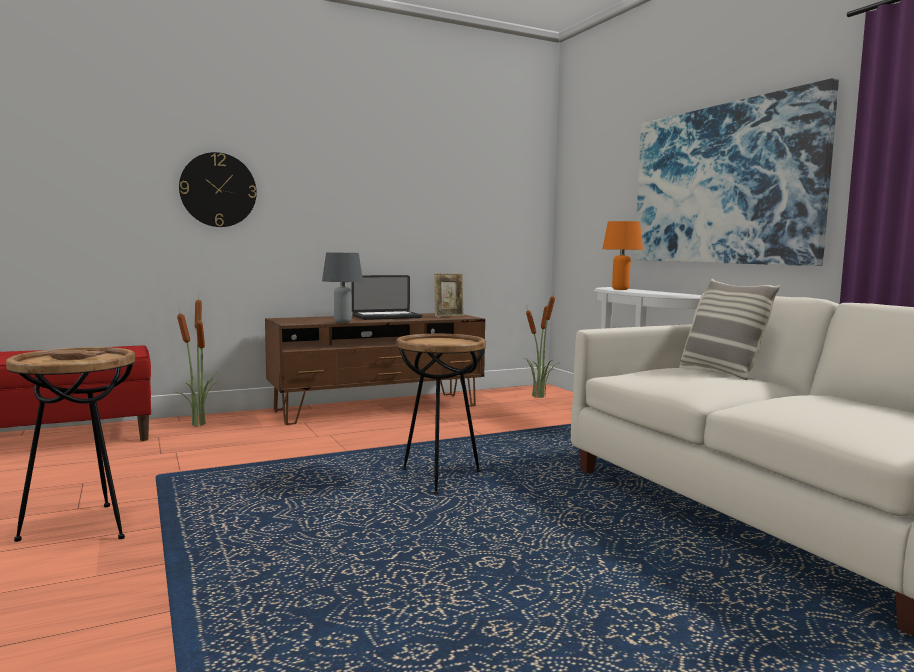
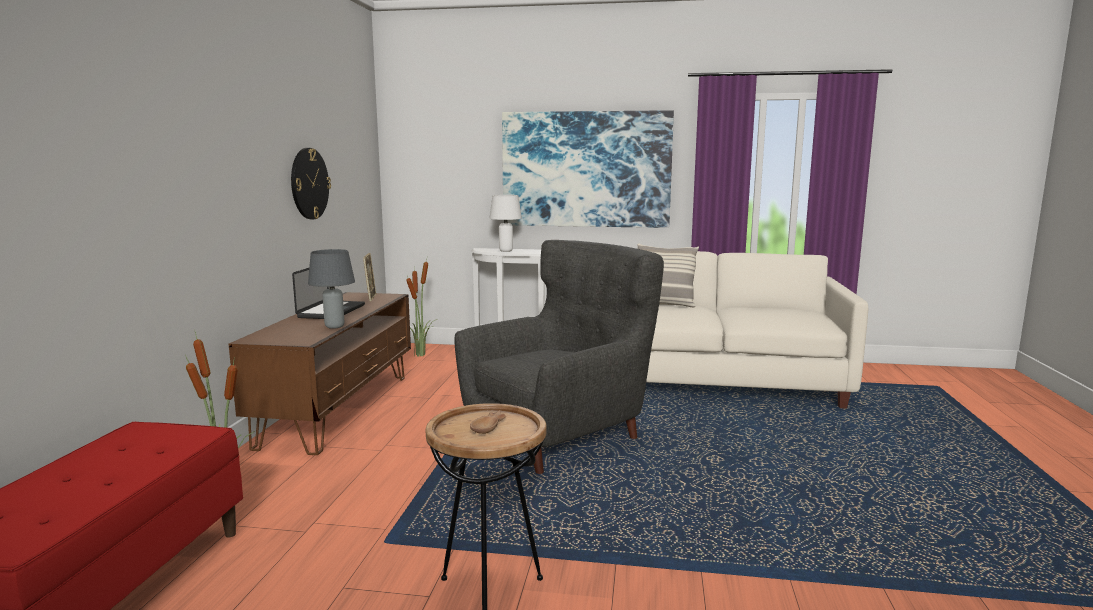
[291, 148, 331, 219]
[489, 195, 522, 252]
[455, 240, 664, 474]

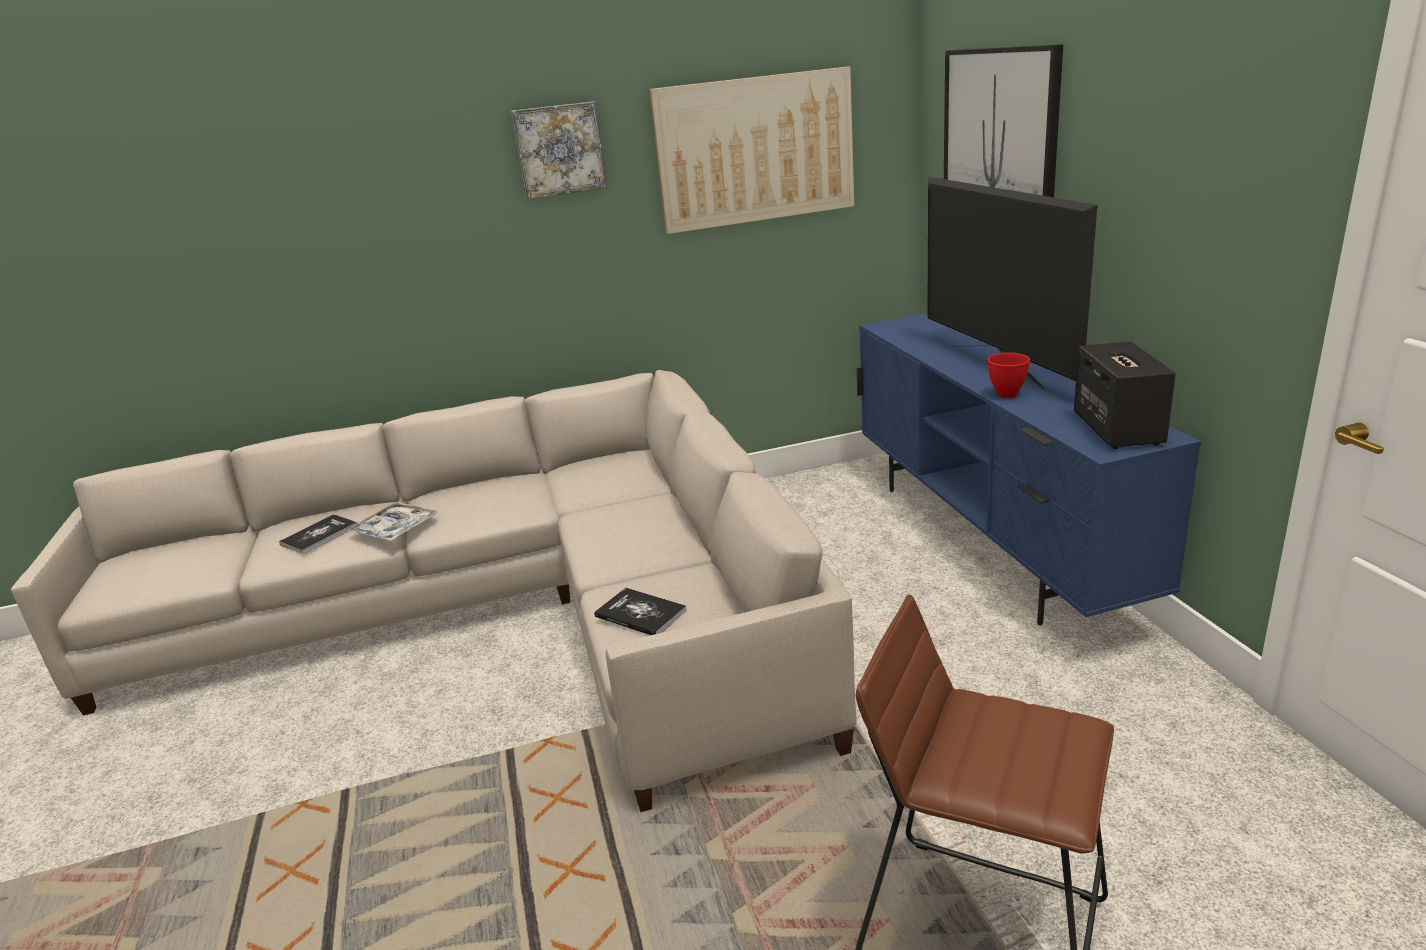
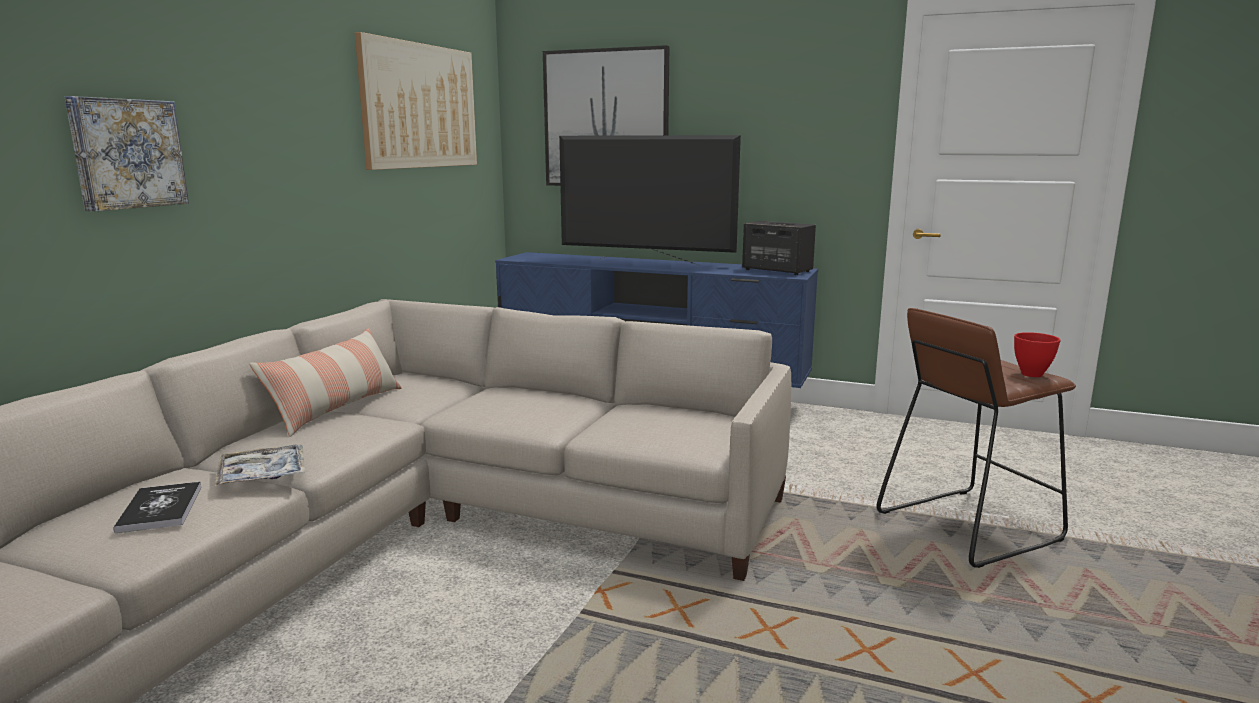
[65, 96, 189, 211]
[1014, 332, 1061, 377]
[594, 588, 687, 635] (first image)
[249, 328, 402, 437]

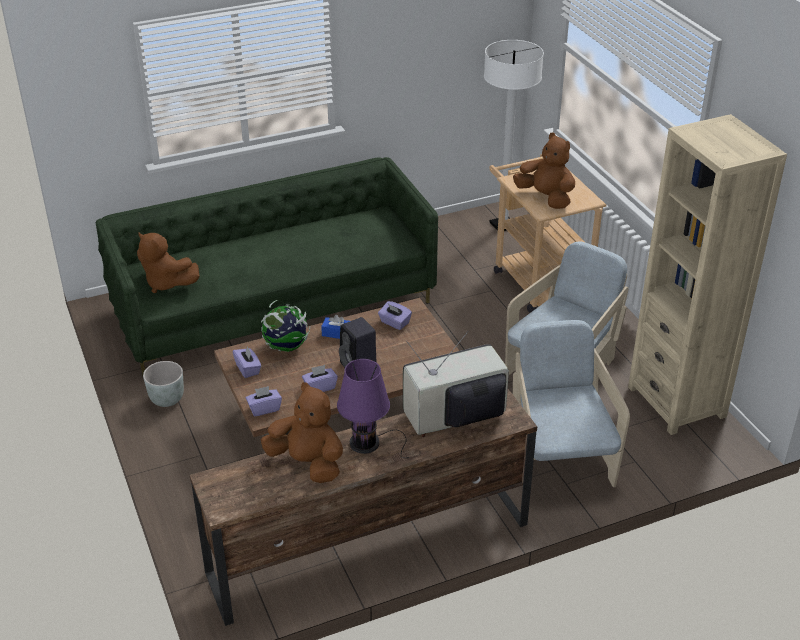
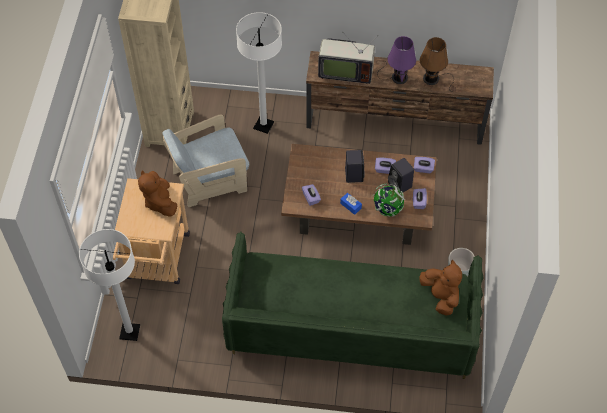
[236, 12, 282, 134]
[420, 37, 454, 90]
[388, 158, 414, 192]

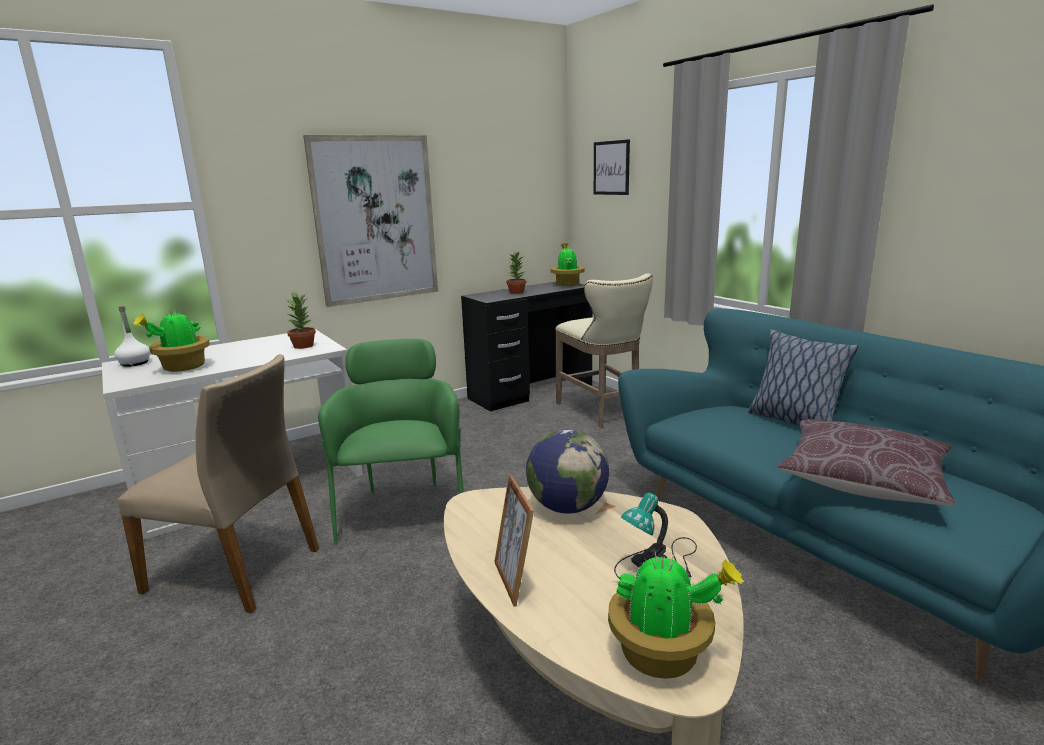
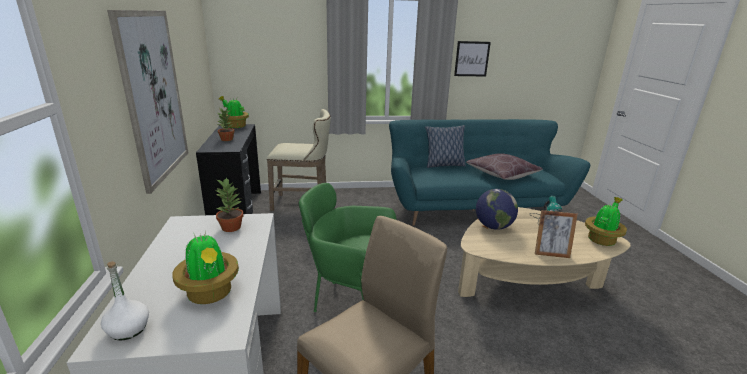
[454, 41, 491, 76]

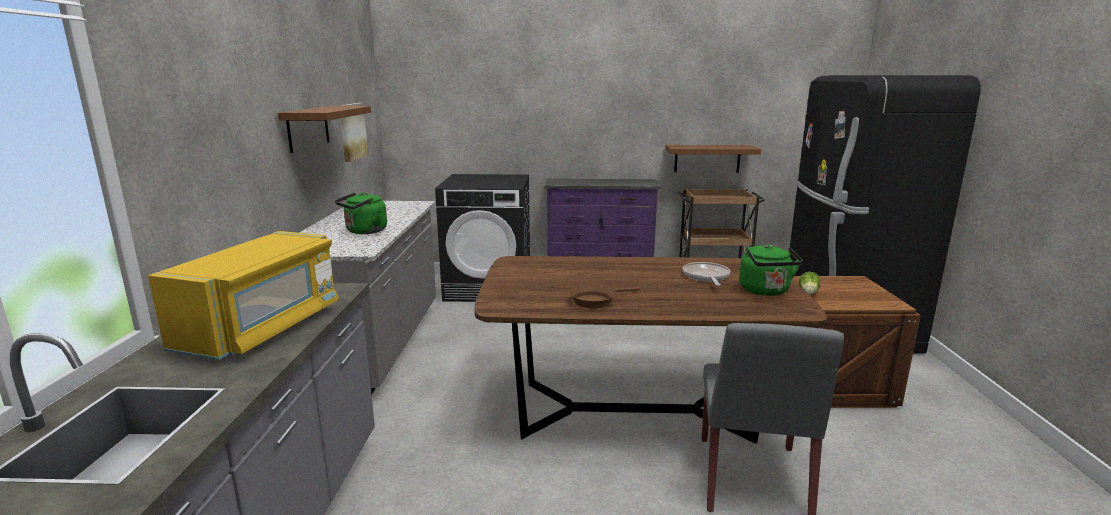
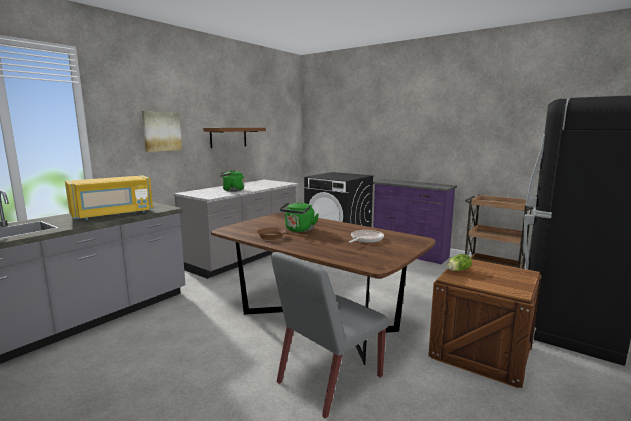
[142, 111, 182, 152]
[665, 145, 761, 173] (first image)
[280, 201, 319, 232]

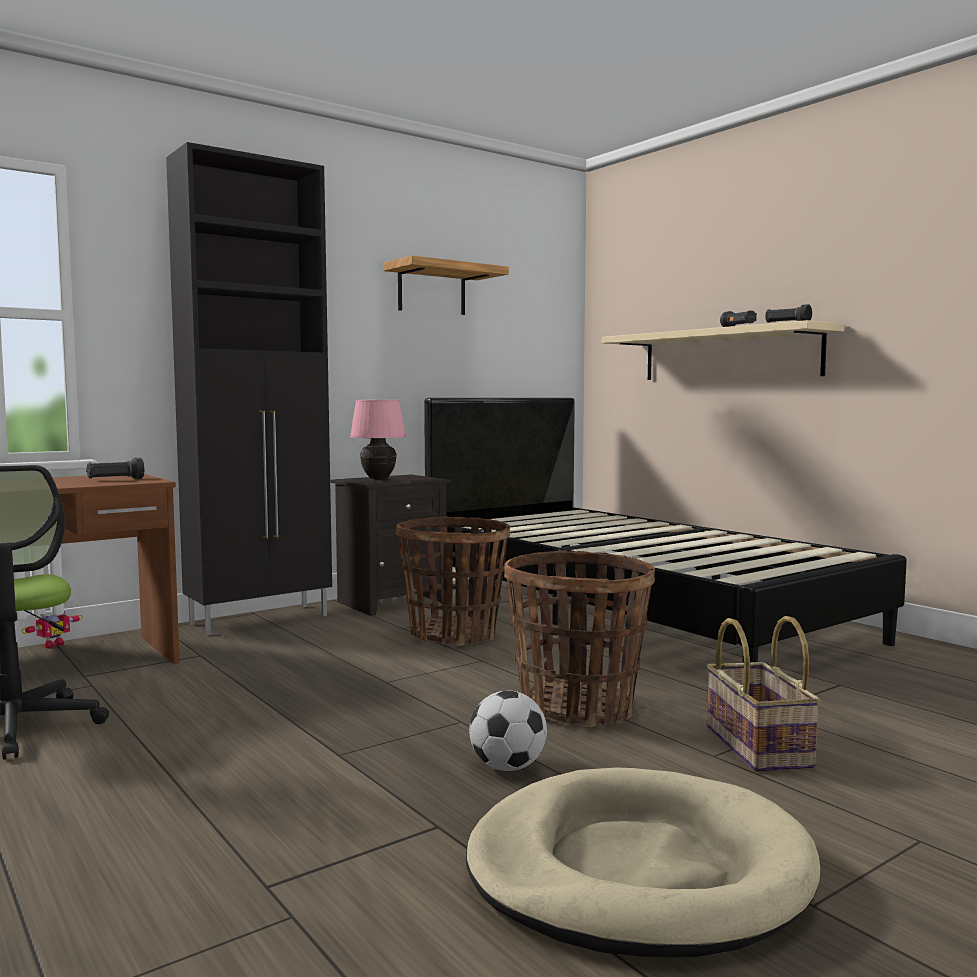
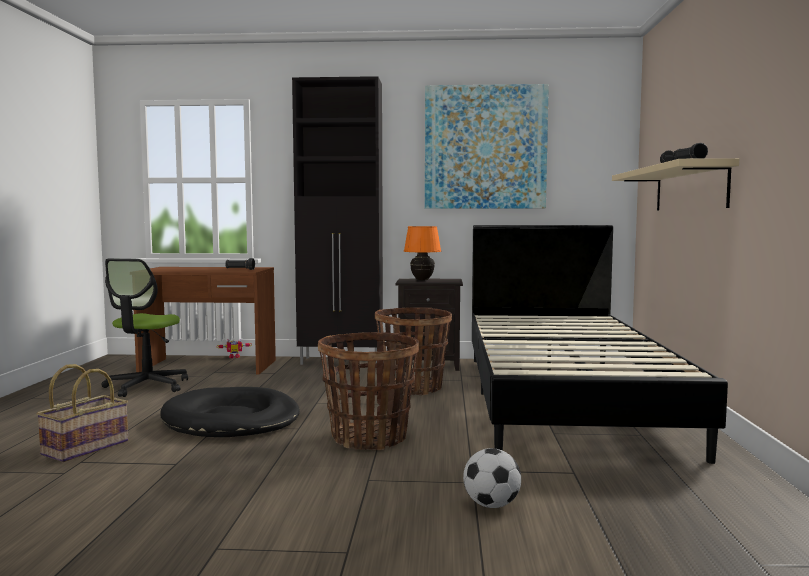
[425, 84, 549, 209]
[404, 226, 441, 280]
[36, 364, 128, 462]
[463, 448, 521, 508]
[466, 767, 820, 958] (first image)
[160, 387, 300, 437]

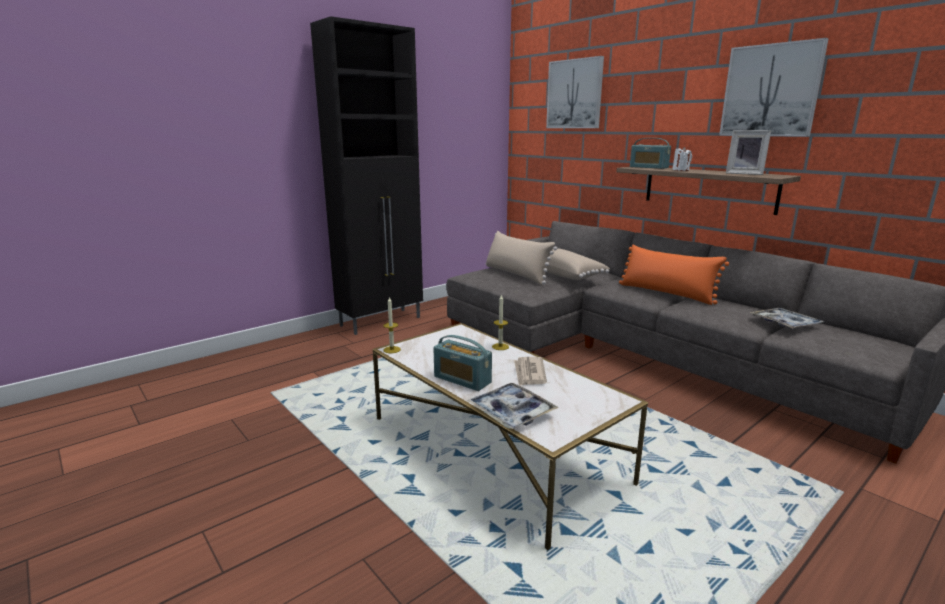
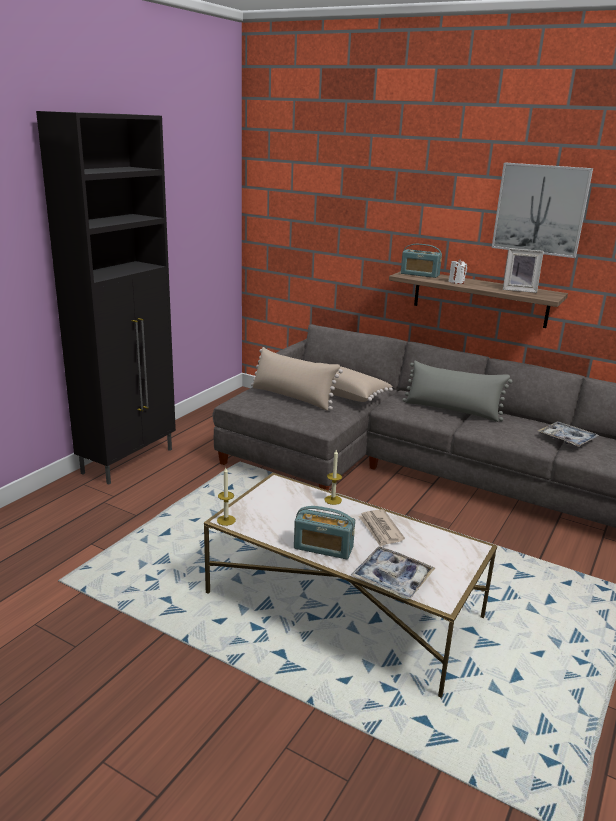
[546, 56, 604, 128] (first image)
[402, 361, 512, 422]

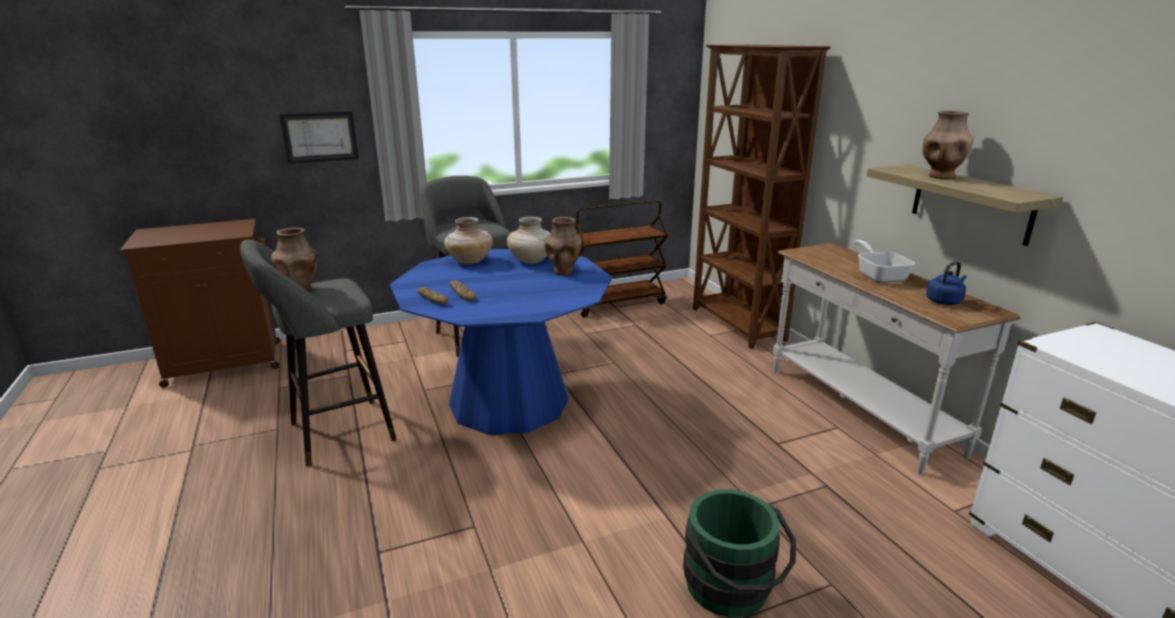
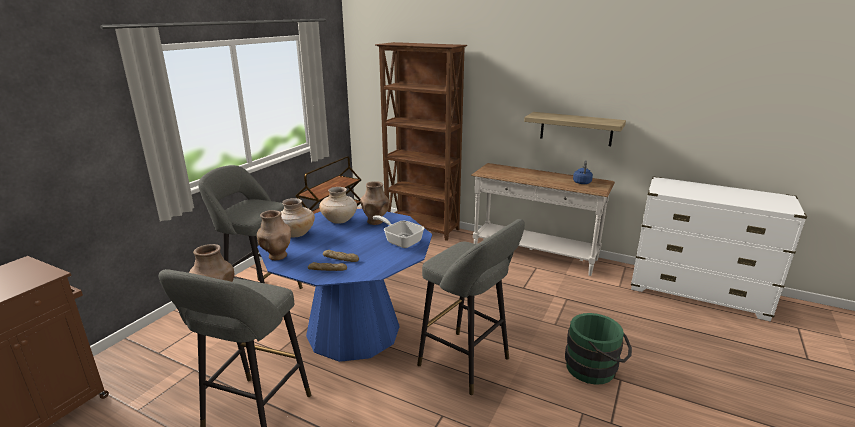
[257, 210, 291, 260]
[279, 111, 359, 164] (first image)
[373, 215, 424, 248]
[417, 219, 525, 395]

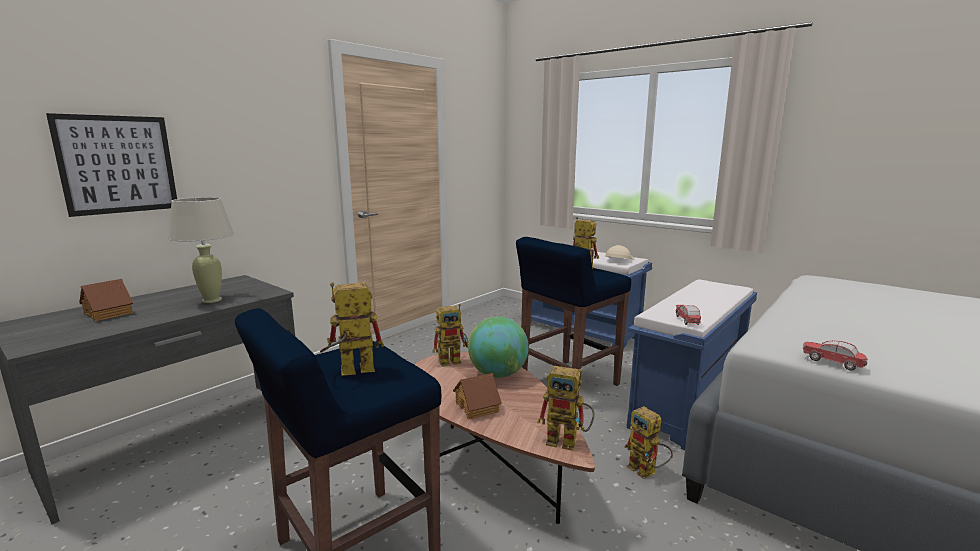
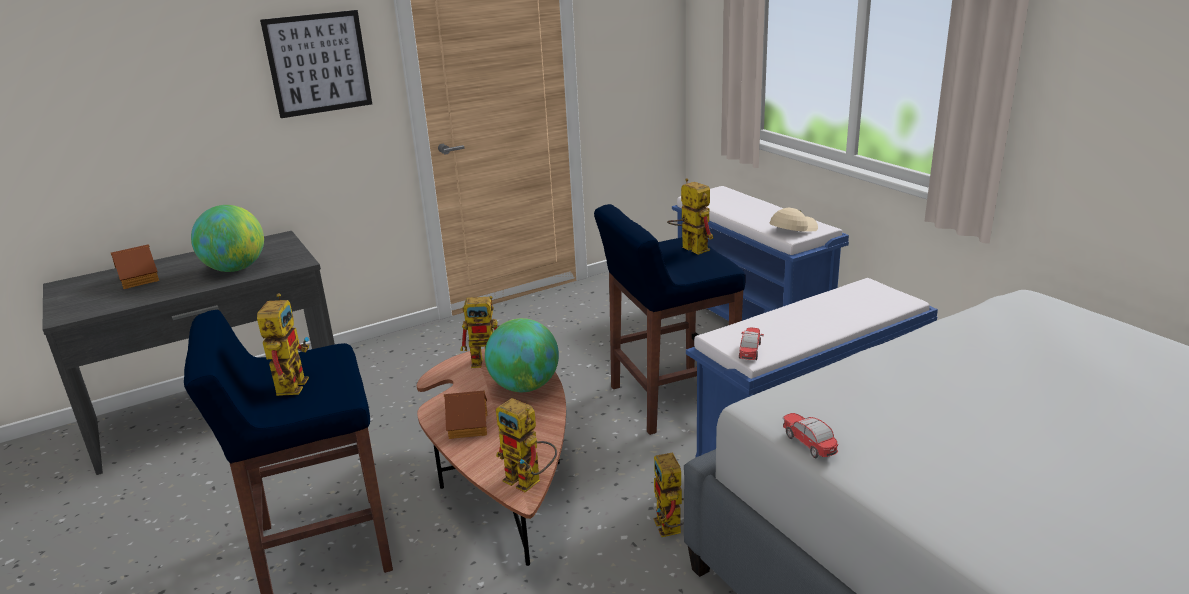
[260, 10, 372, 118]
[191, 205, 264, 272]
[257, 293, 309, 396]

